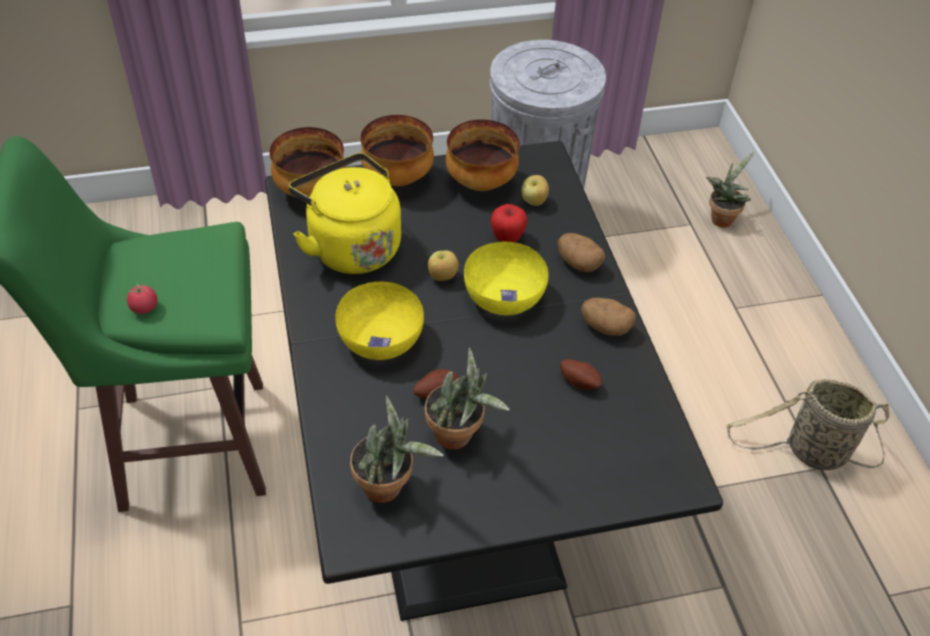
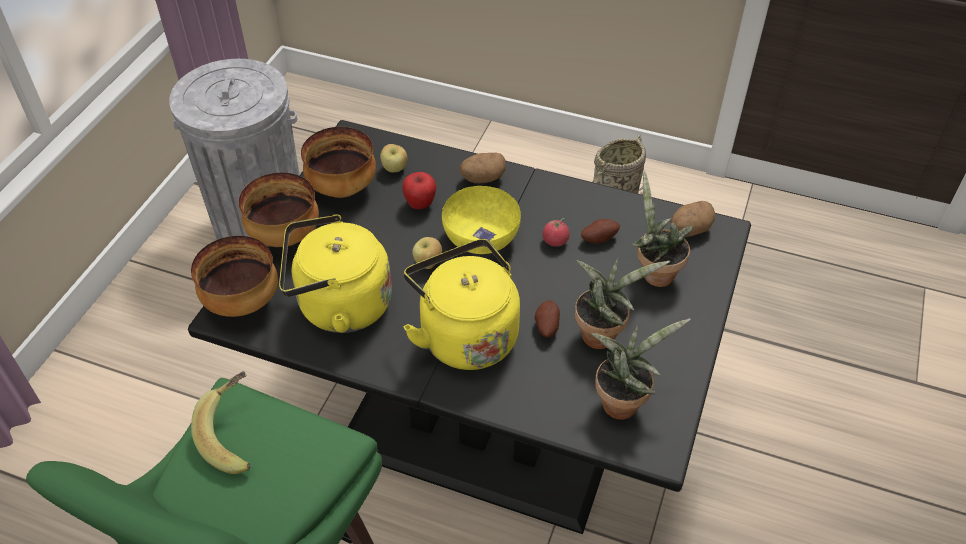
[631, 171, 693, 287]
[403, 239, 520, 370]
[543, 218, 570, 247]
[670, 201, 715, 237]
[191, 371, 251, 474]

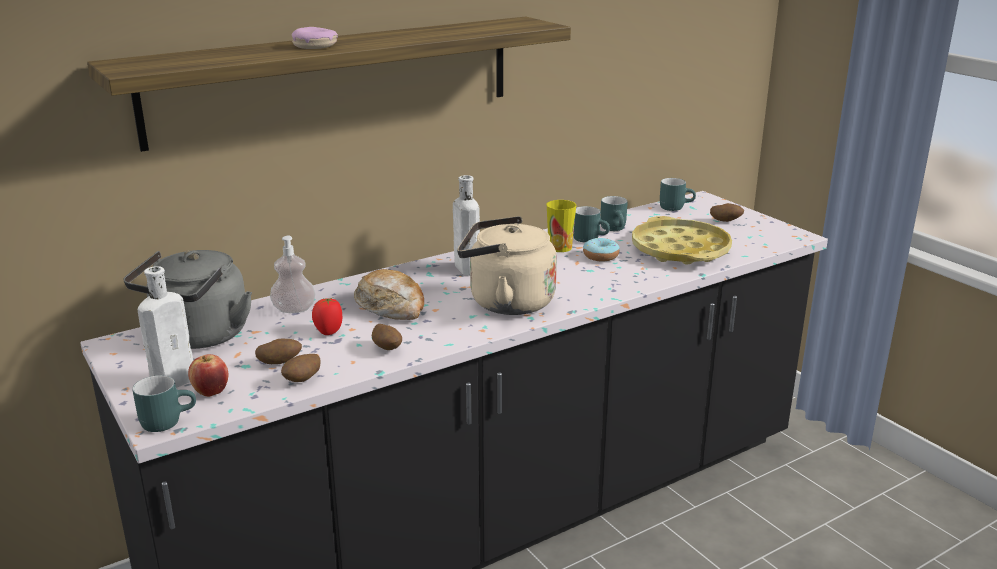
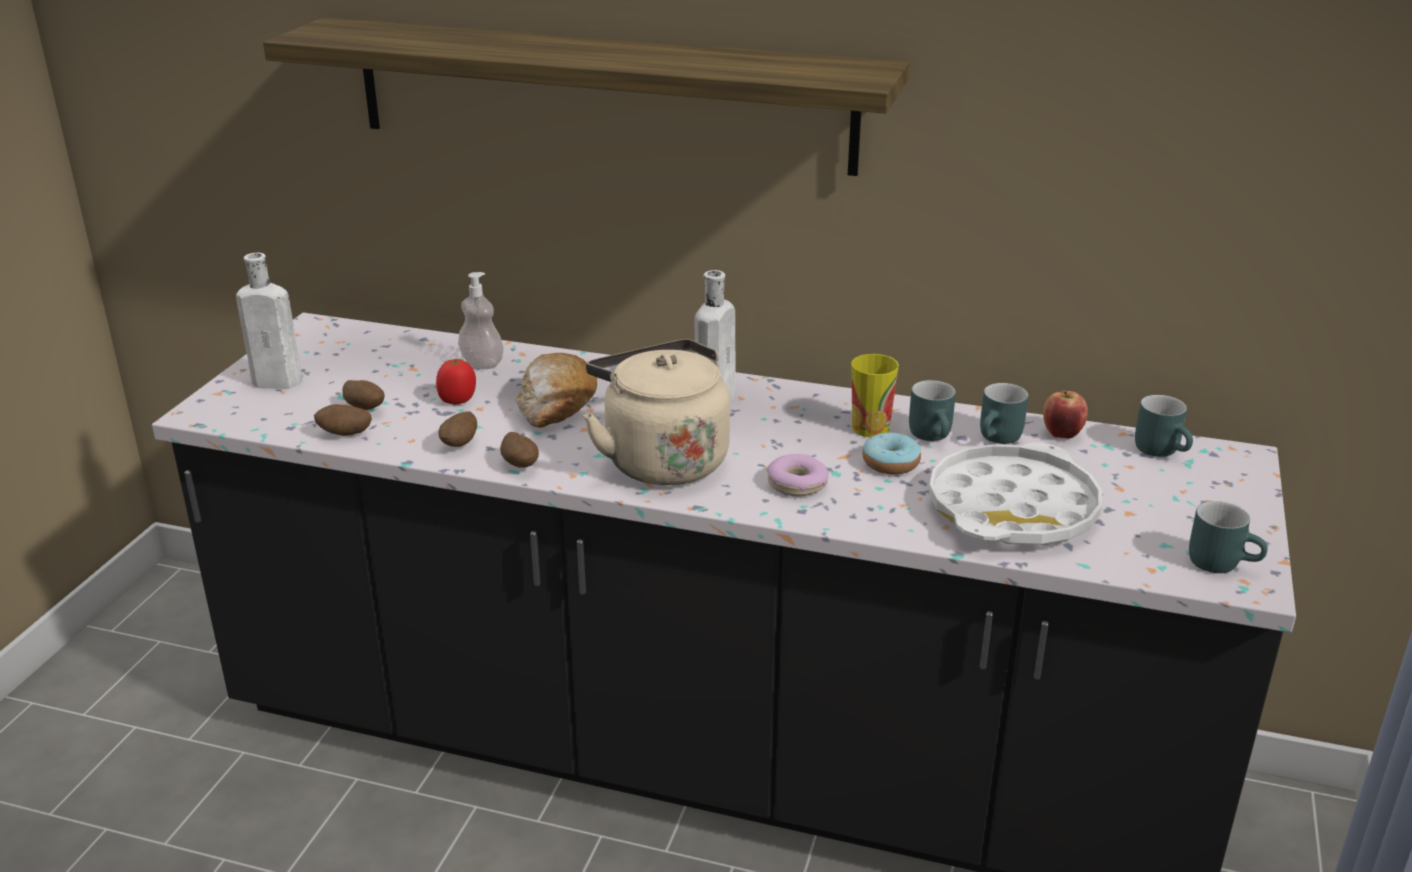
[767, 454, 829, 497]
[500, 432, 539, 468]
[929, 442, 1102, 546]
[124, 250, 252, 349] (first image)
[1043, 391, 1087, 439]
[1189, 501, 1268, 573]

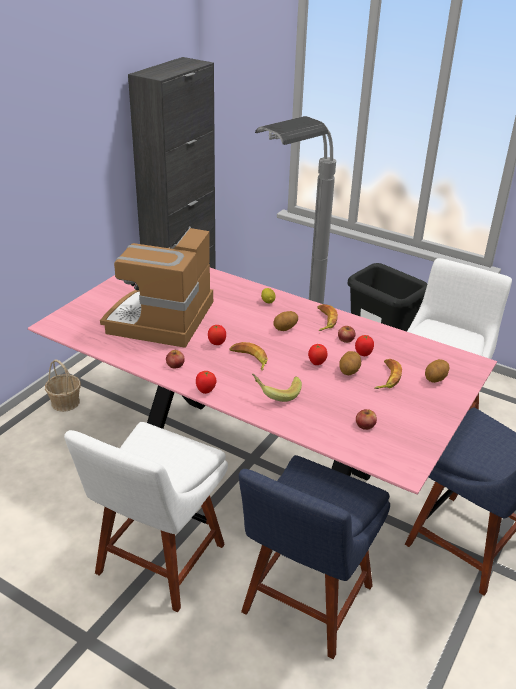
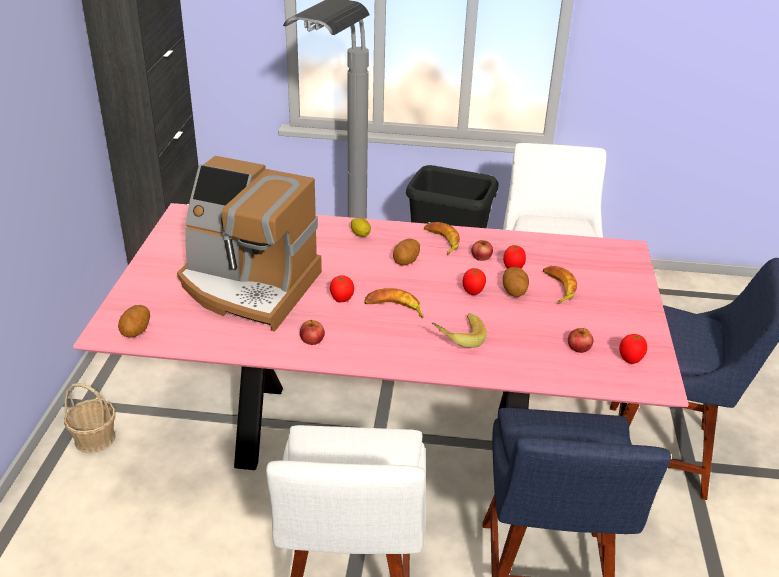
[177, 156, 322, 332]
[118, 305, 150, 338]
[619, 334, 647, 364]

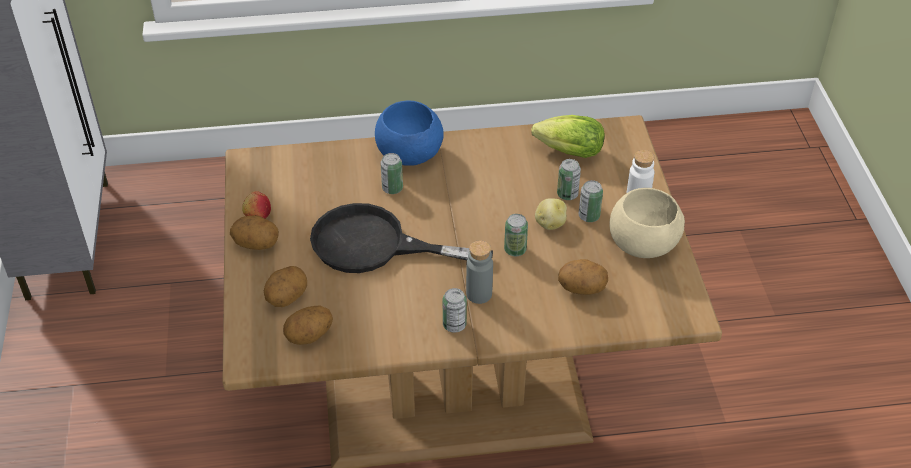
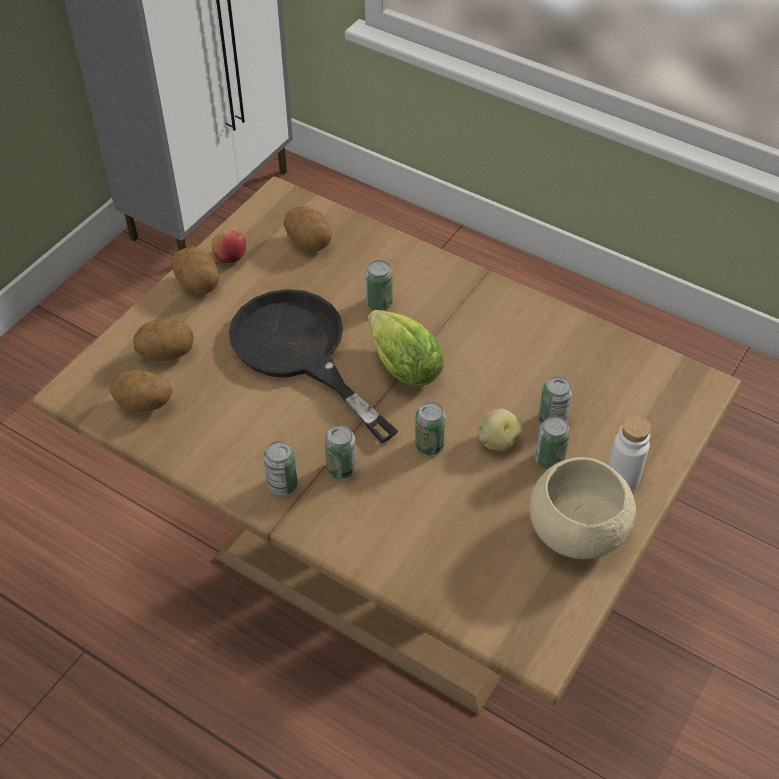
[375, 100, 444, 166] (first image)
[368, 310, 444, 387]
[325, 425, 356, 479]
[284, 206, 332, 251]

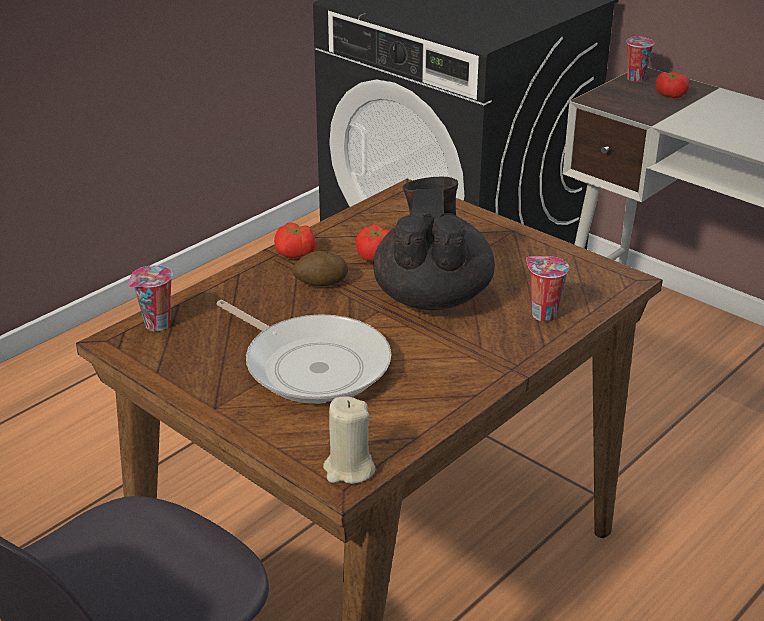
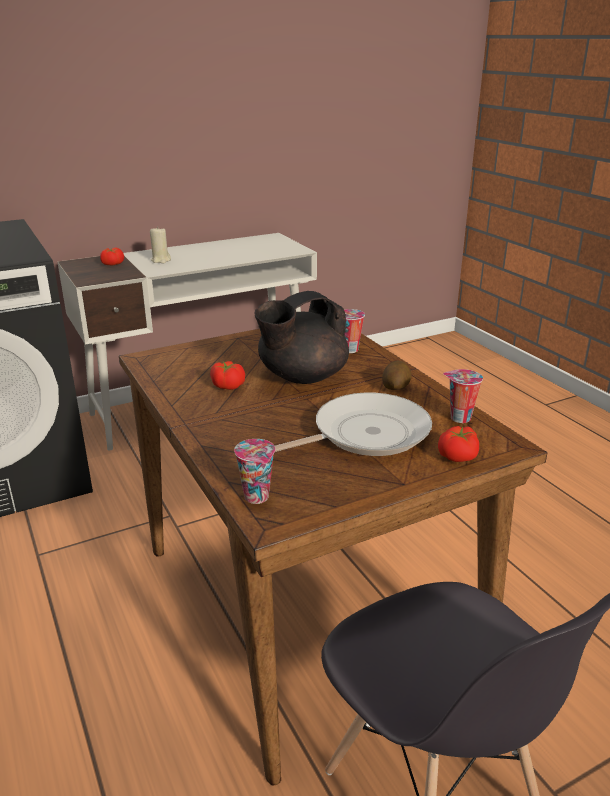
[443, 369, 483, 423]
[254, 291, 349, 384]
[438, 426, 479, 462]
[382, 361, 412, 390]
[150, 226, 171, 263]

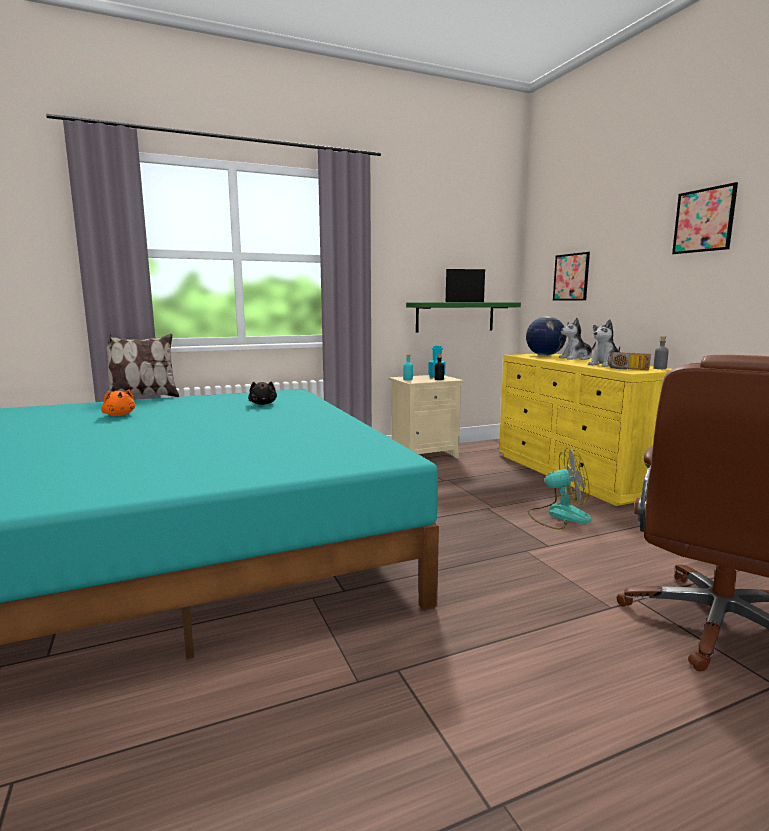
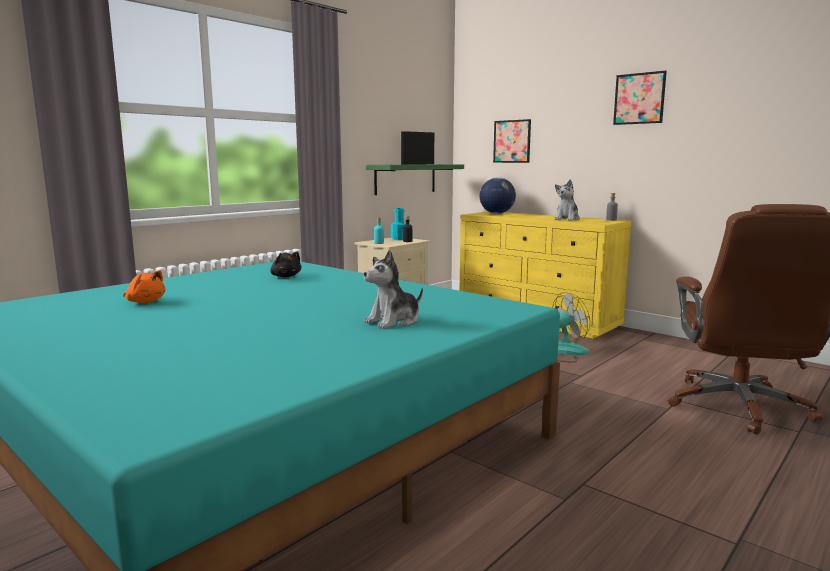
[364, 250, 423, 329]
[106, 334, 179, 397] (first image)
[608, 352, 651, 370] (first image)

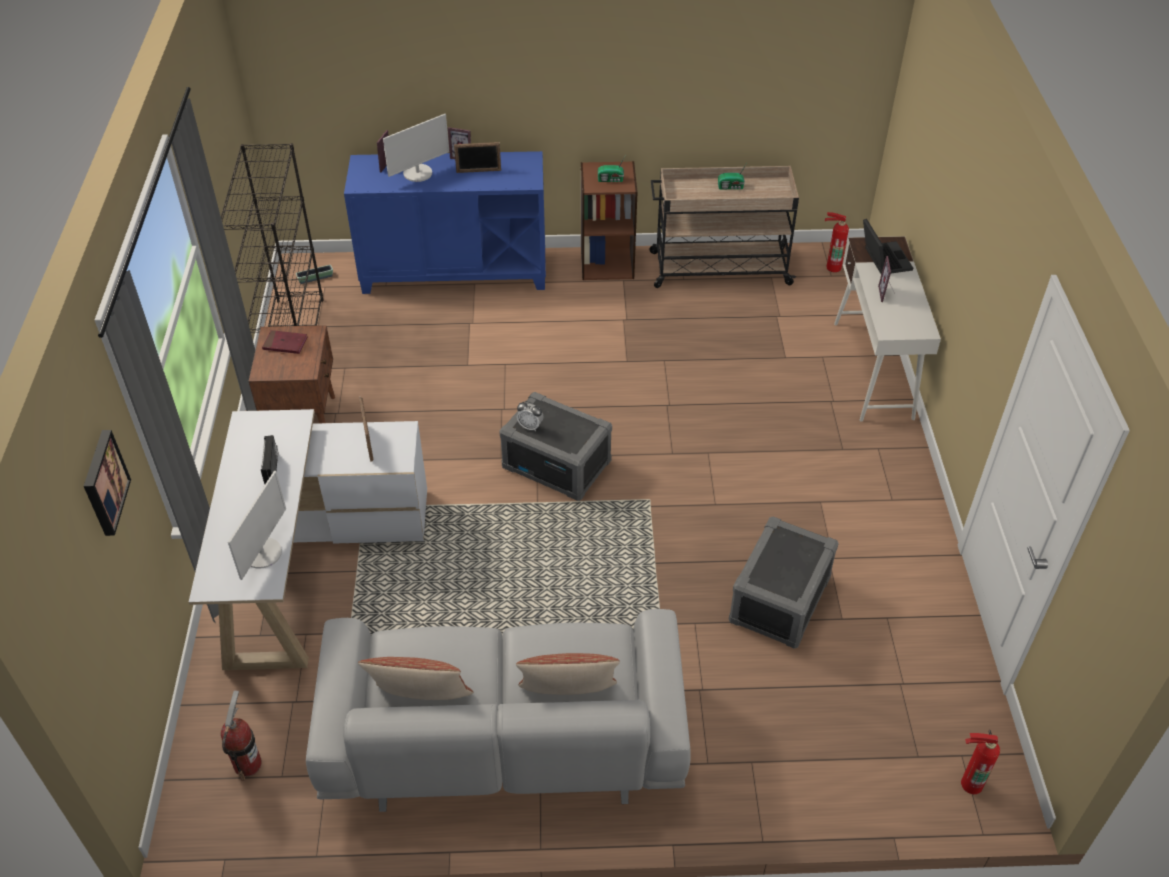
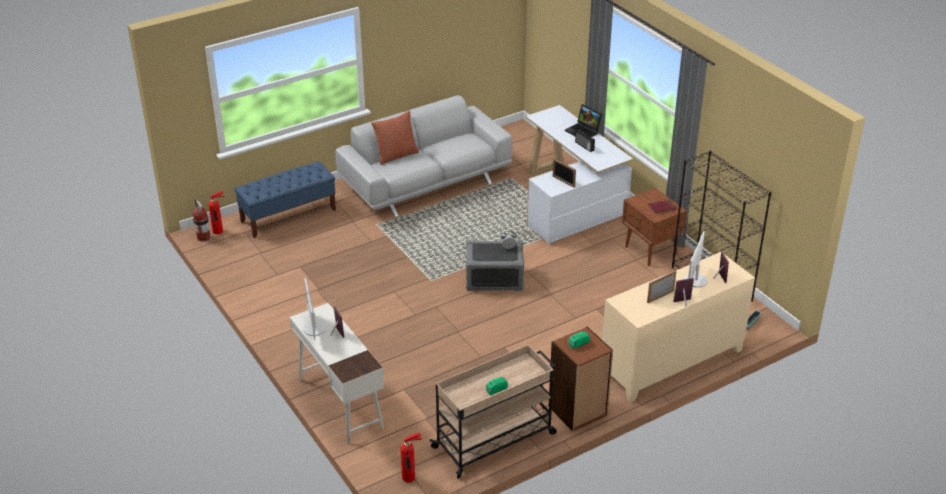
[602, 252, 755, 402]
[565, 104, 602, 137]
[84, 430, 131, 536] (first image)
[303, 278, 327, 340]
[728, 517, 839, 649] (first image)
[358, 657, 473, 700] (first image)
[193, 198, 210, 241]
[234, 161, 336, 238]

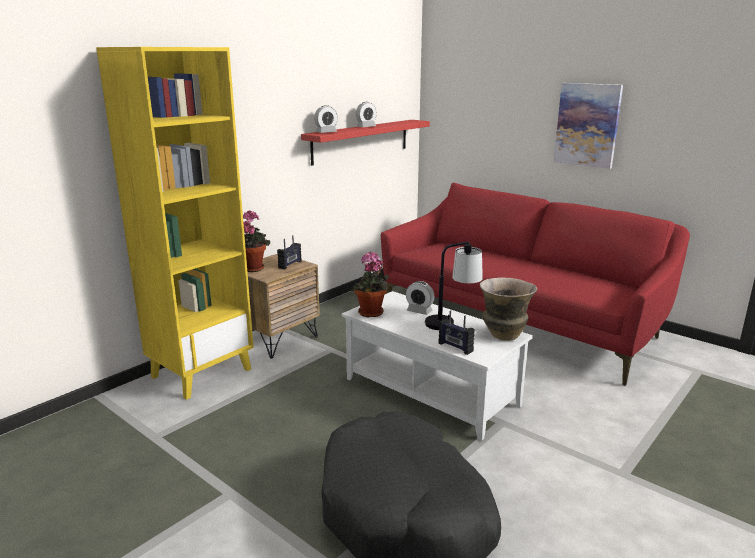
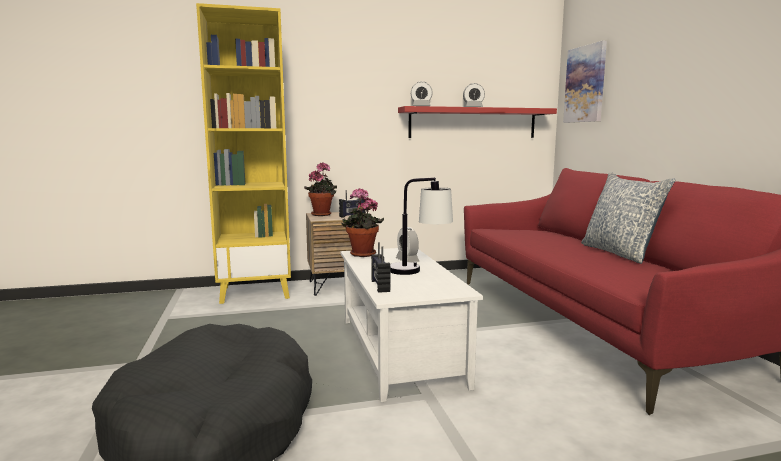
[563, 41, 607, 123]
[480, 277, 537, 341] (first image)
[581, 172, 675, 264]

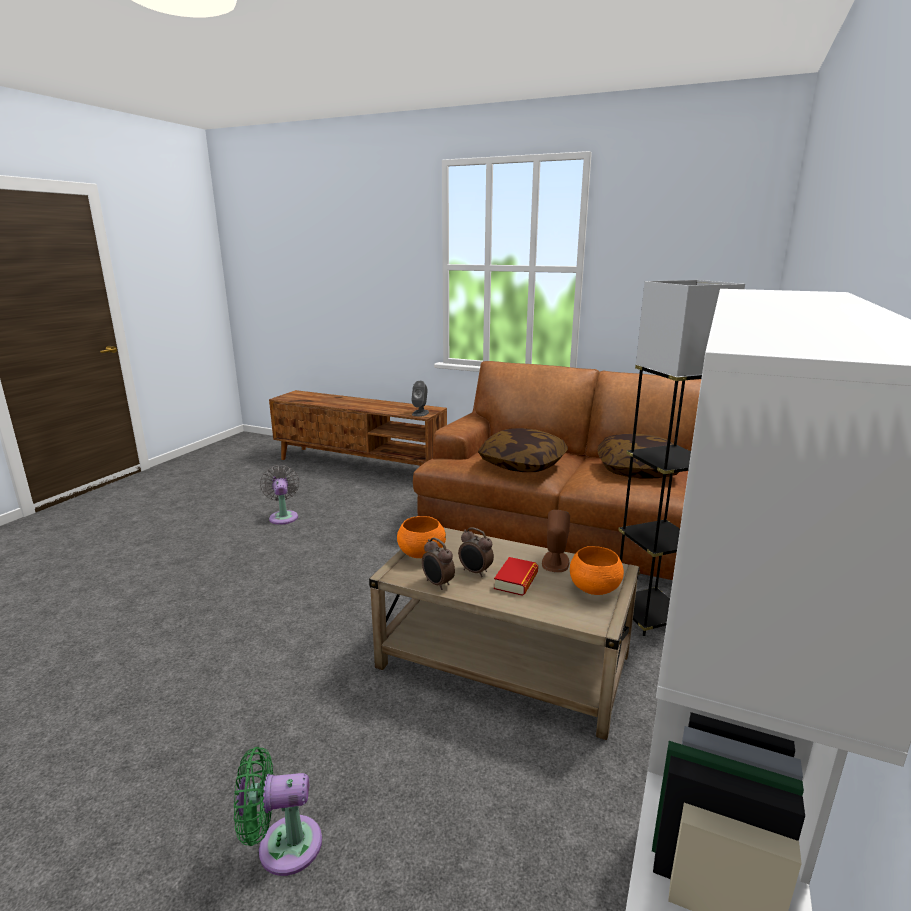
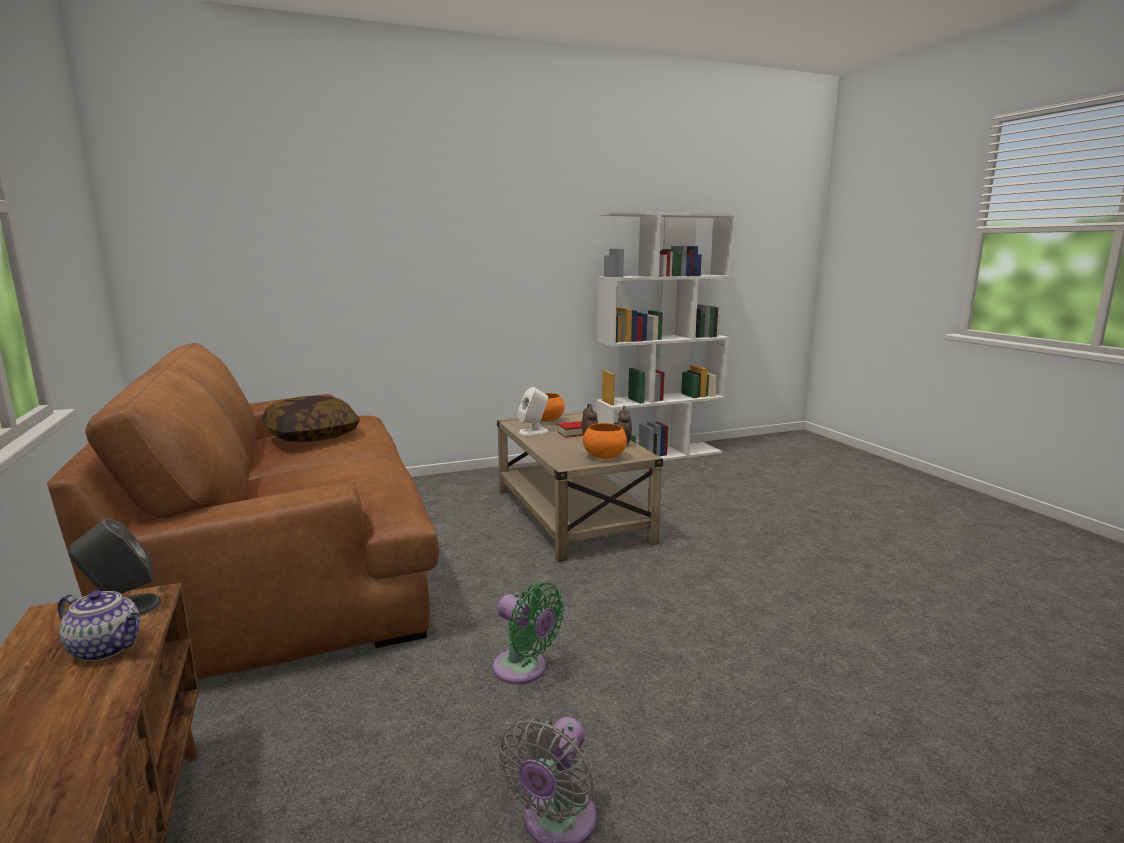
[618, 280, 745, 636] (first image)
[478, 428, 568, 472] (first image)
[518, 387, 548, 435]
[493, 582, 564, 684]
[58, 590, 140, 661]

